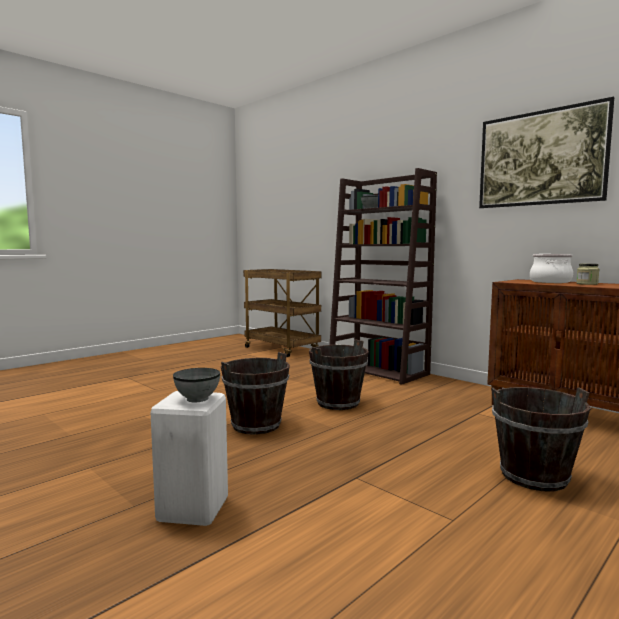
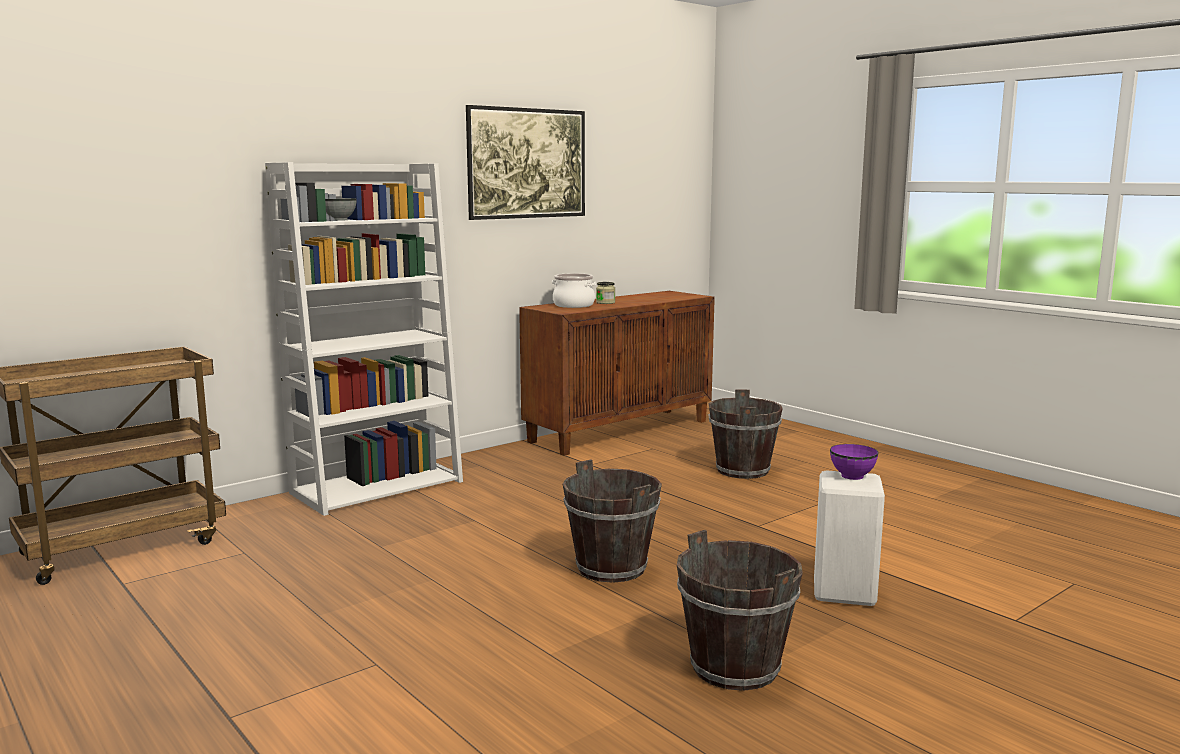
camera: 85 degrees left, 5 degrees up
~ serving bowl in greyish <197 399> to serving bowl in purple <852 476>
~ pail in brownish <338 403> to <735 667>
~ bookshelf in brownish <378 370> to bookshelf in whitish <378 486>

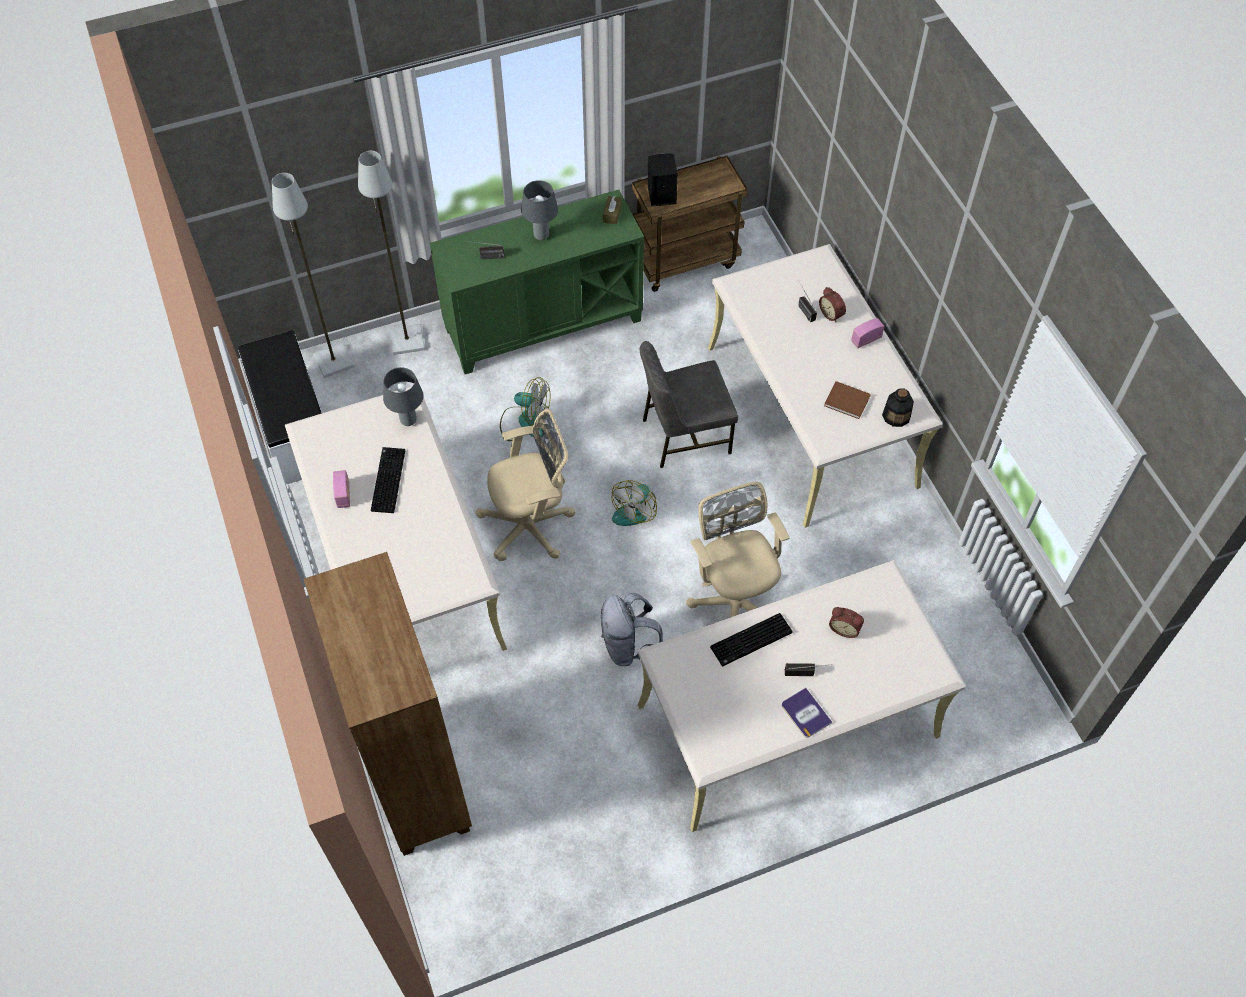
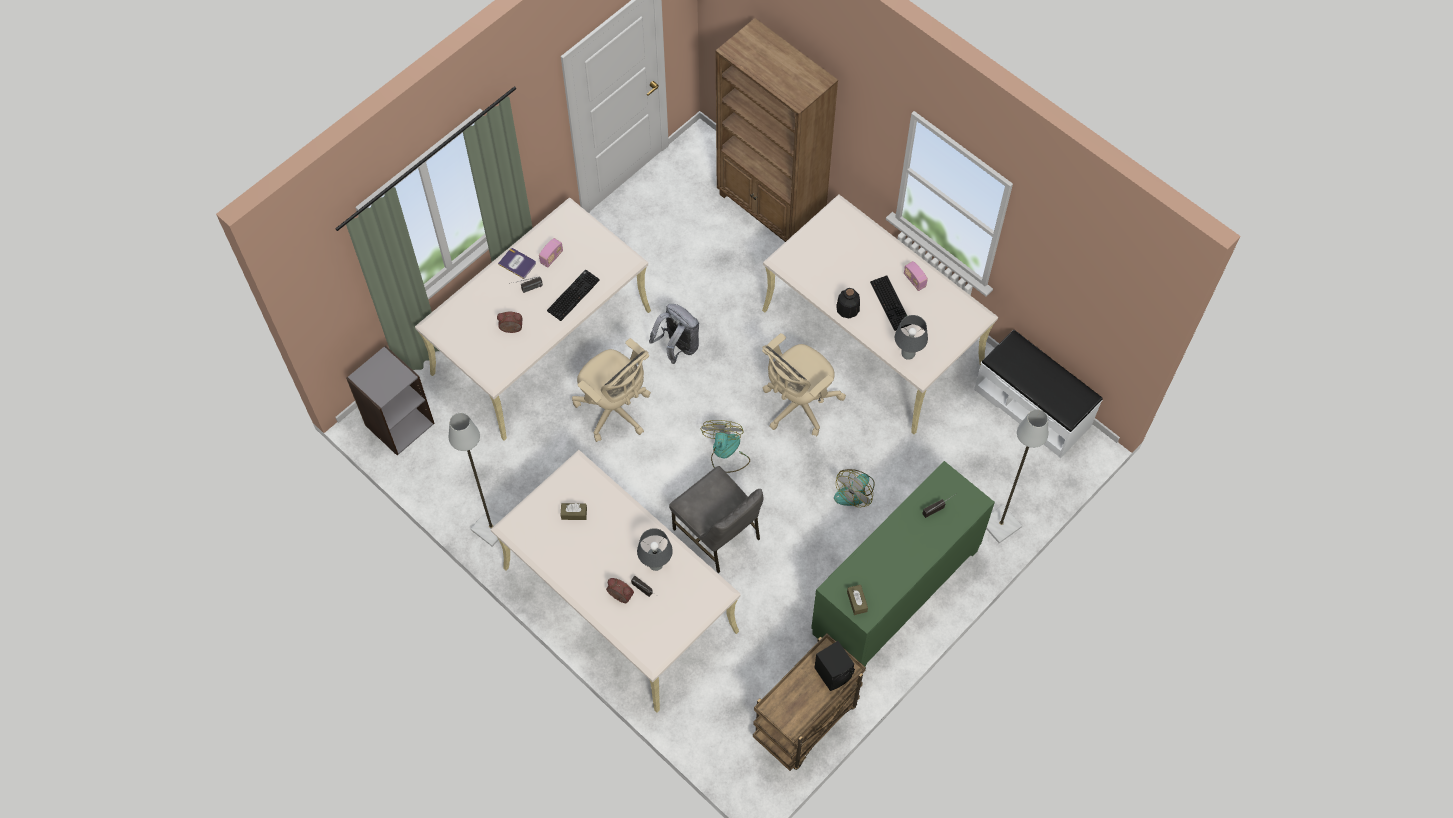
camera: 155 degrees right, 5 degrees up
~ standing lamp in greyish <333 362> to <491 527>
~ electric fan <525 421> = <854 491> 45 degrees counterclockwise
~ table lamp in greyish <541 236> to <656 564>
~ plain chair in greyish <684 435> = <718 534> 90 degrees clockwise
~ book in brownish <848 401> to box of tissues in brownish <574 513>
~ radio set <866 339> to <551 257>
~ beverage bottle <896 416> to <847 309>
+ bookshelf in greyish <399 424>

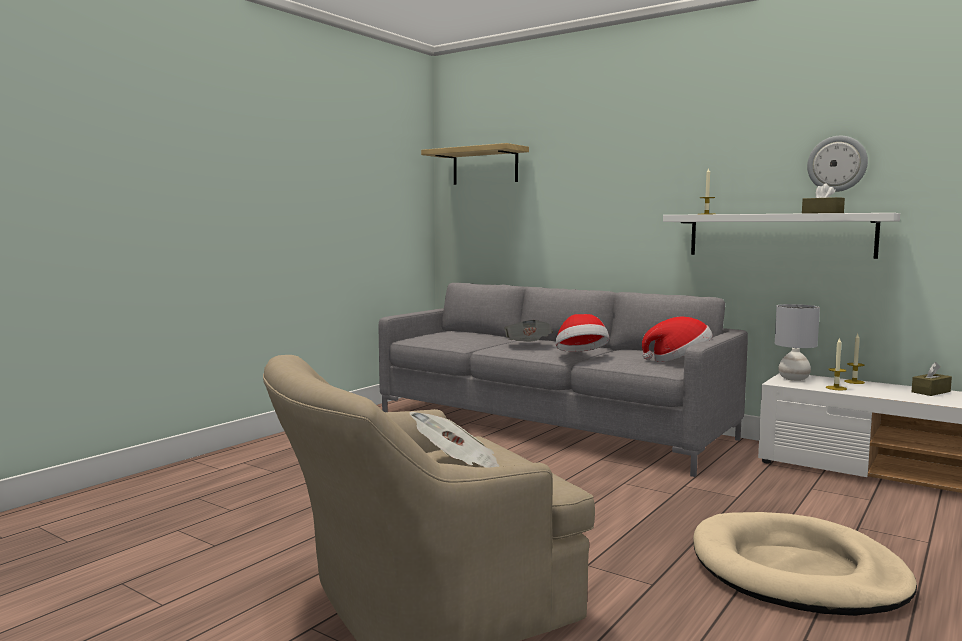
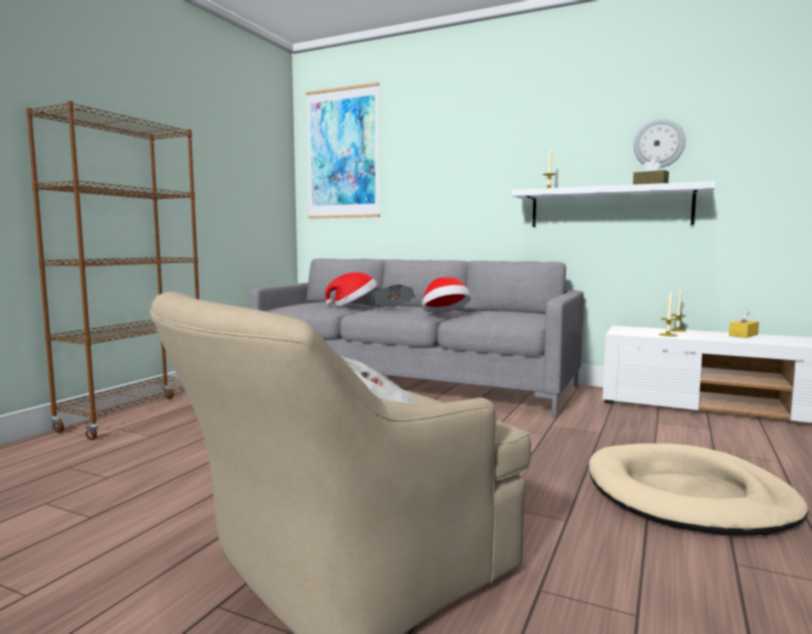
camera: 10 degrees left, 0 degrees up
~ shelf <485 166> to wall picture <343 153>
~ hat <678 360> to <353 305>
- table lamp in greyish <793 379>
~ box of tissues in brownish <931 392> to box of tissues in yellow <743 335>
+ bookshelf in brownish <135 416>

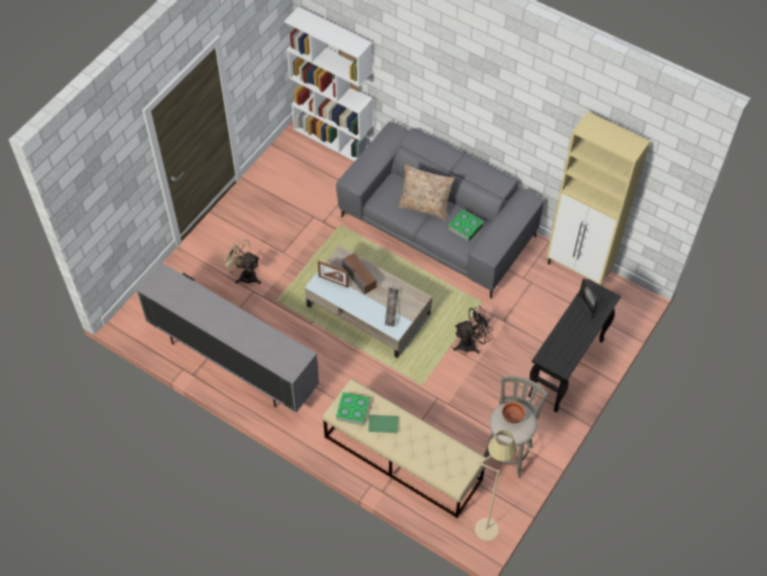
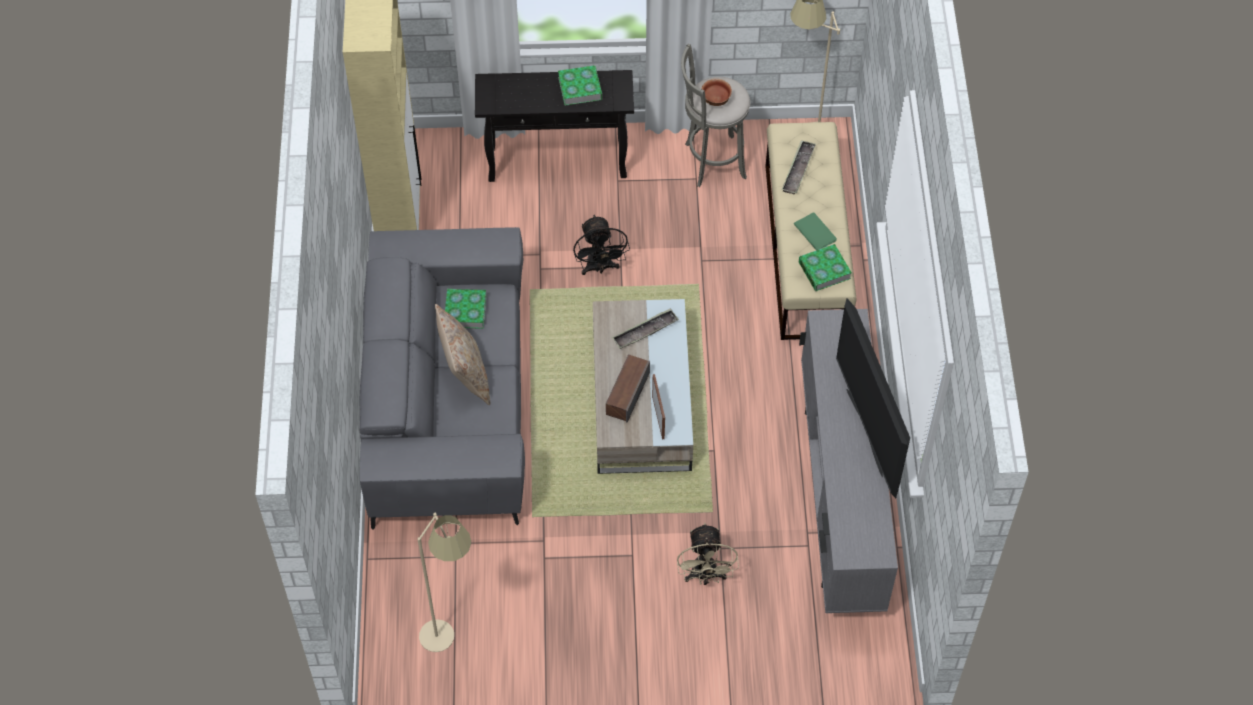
camera: 125 degrees left, 0 degrees up
- bookshelf in whitish <333 139>
~ electric fan in black-coloured <471 343> = <599 268> 135 degrees counterclockwise
- photo frame <585 307>
+ standing lamp in beige <452 638>
+ book <580 88>
+ carrying tray <798 170>
+ TV <866 432>

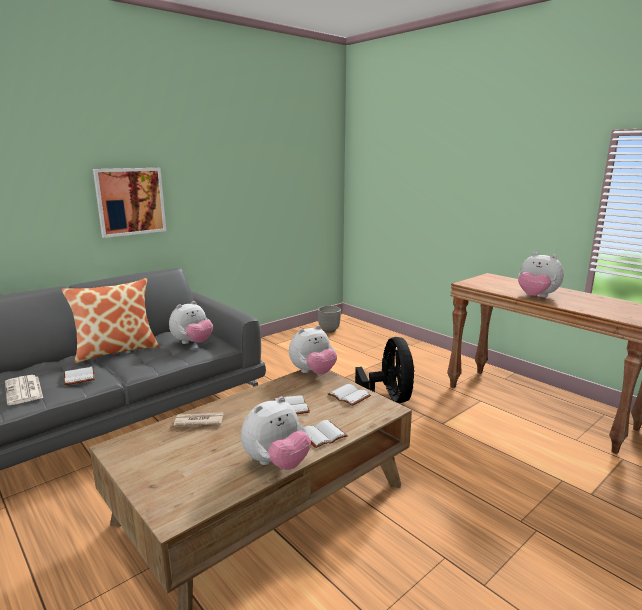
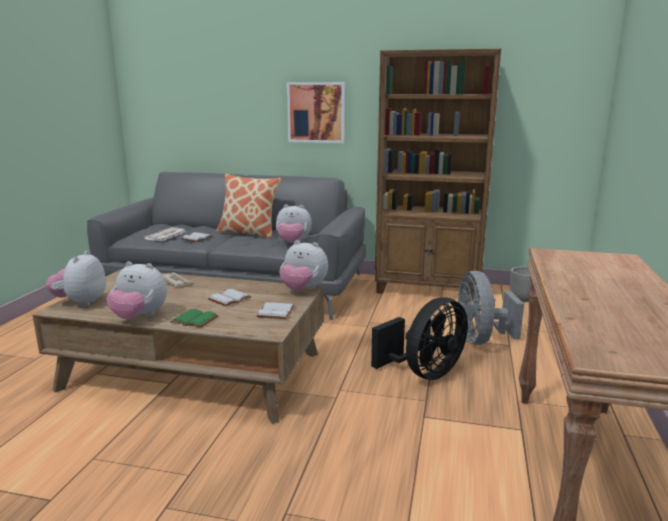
camera: 55 degrees right, 0 degrees up
~ book in whitish <322 434> to book in green <196 320>
~ soft toy <536 297> to <81 303>
+ bookshelf in brownish <428 289>
+ electric fan in greyish <481 339>

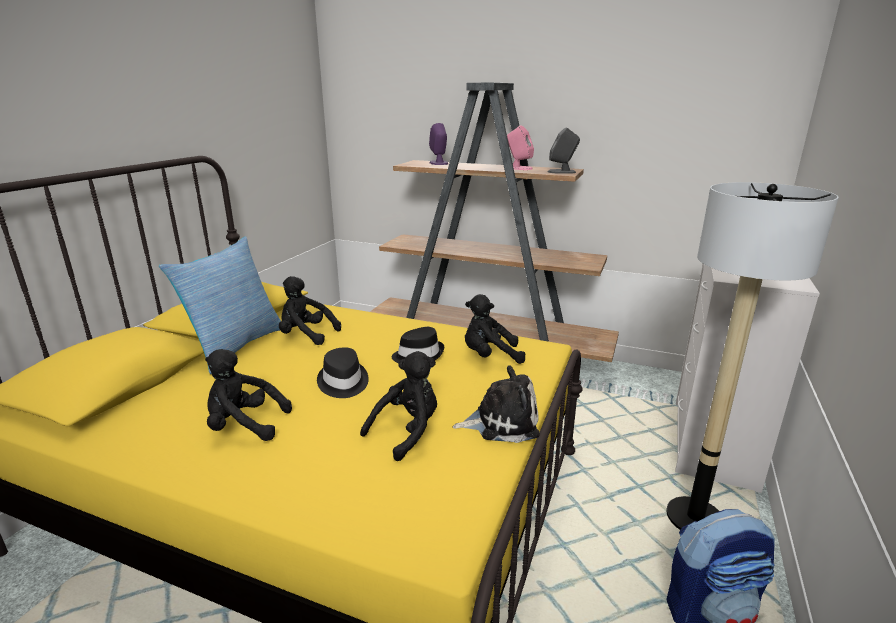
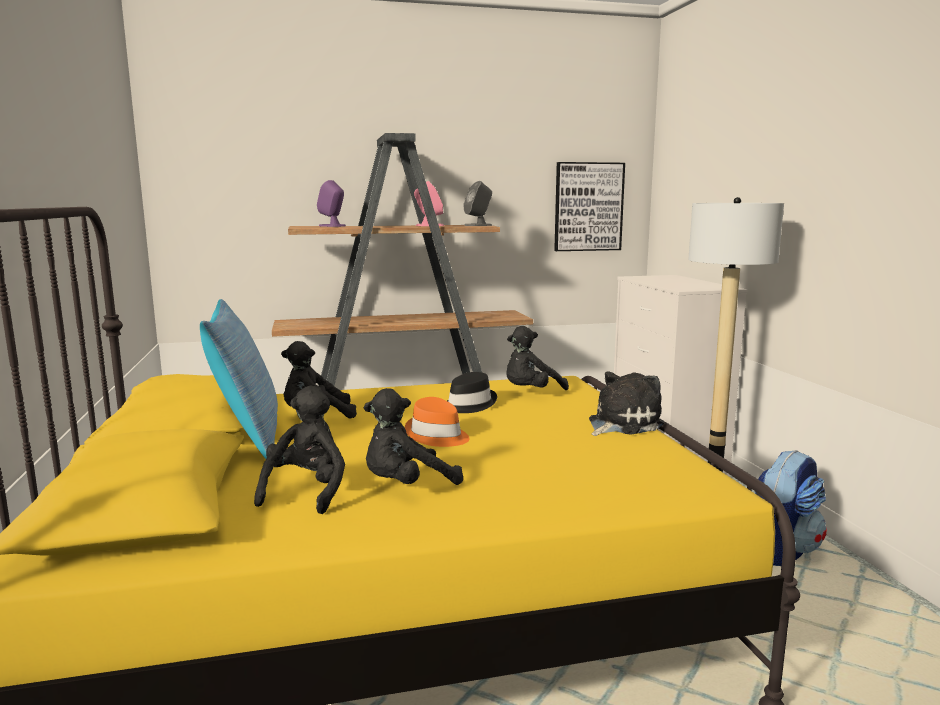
camera: 35 degrees left, 10 degrees down
~ hat in black-coloured <342 382> to hat in orange-coloured <437 436>
~ soft toy in black-coloured <407 432> to <306 491>
+ wall picture <588 207>

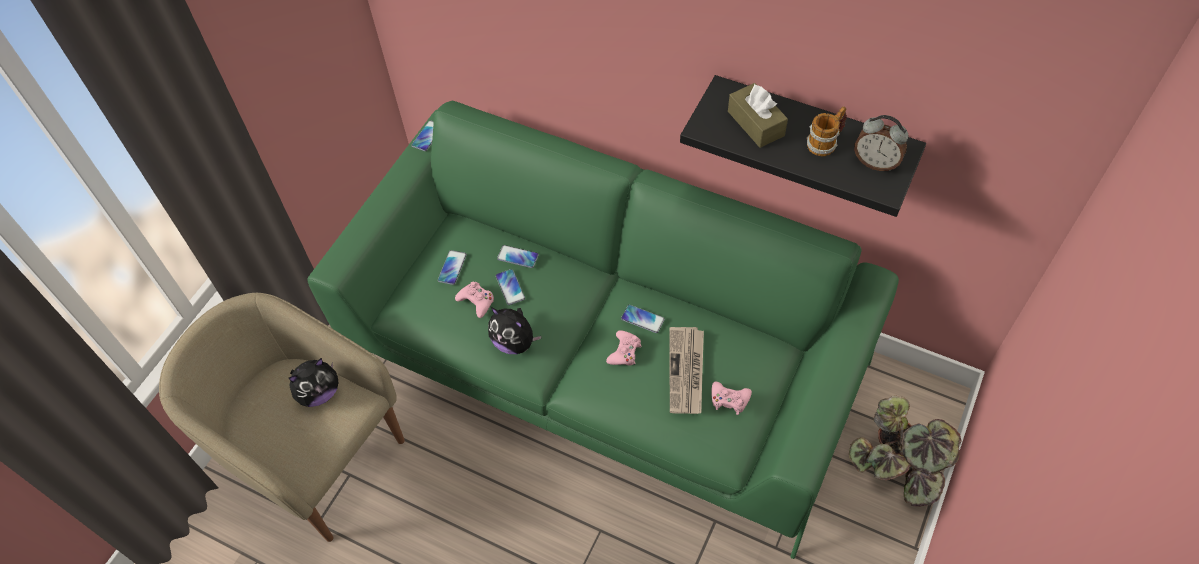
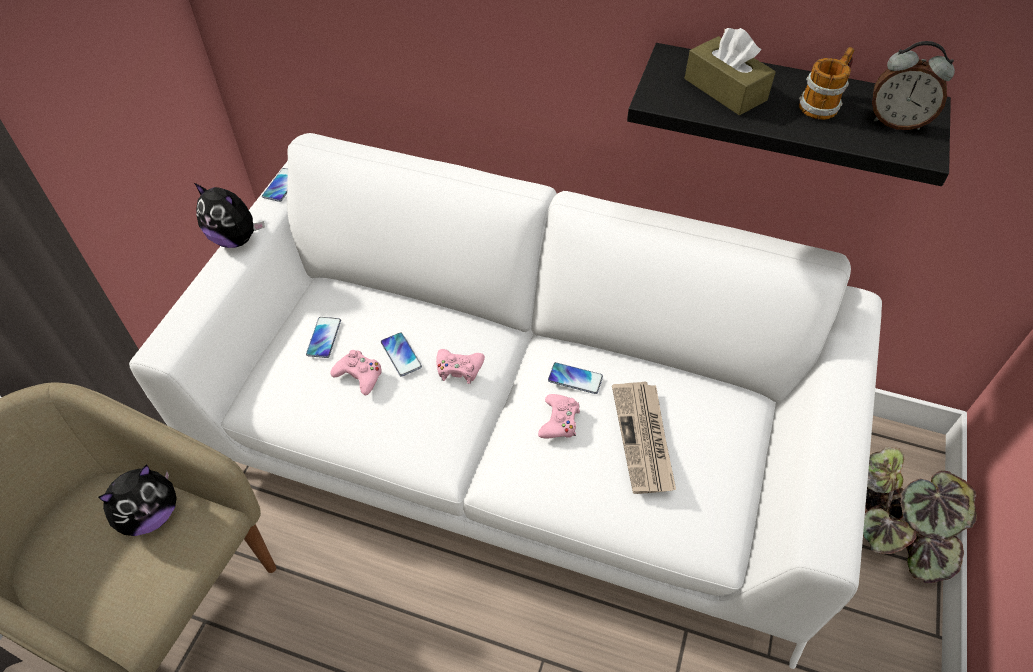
camera: 10 degrees left, 5 degrees down
~ couch in green <604 359> to couch in whitish <517 441>
~ soft toy <514 342> to <236 239>
- handset <518 257>
~ gamepad in pink-coloured <729 400> to <459 369>

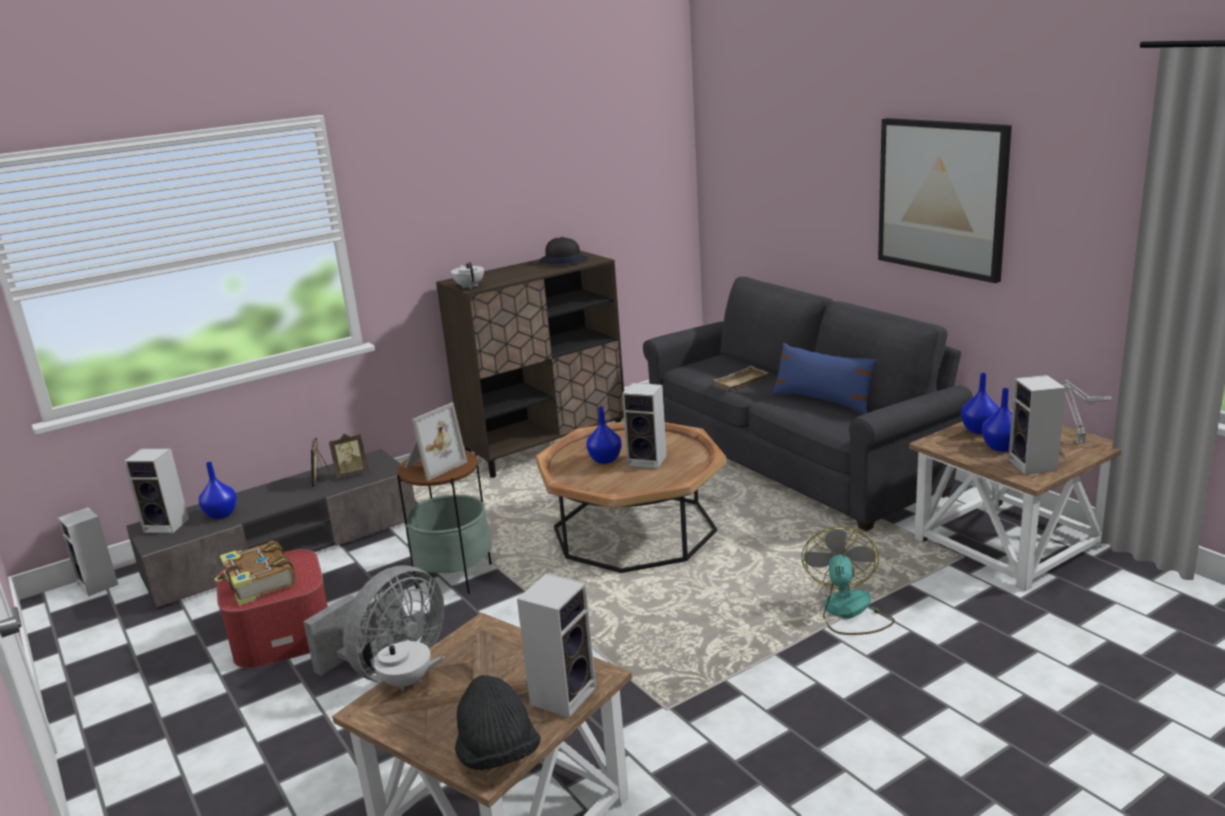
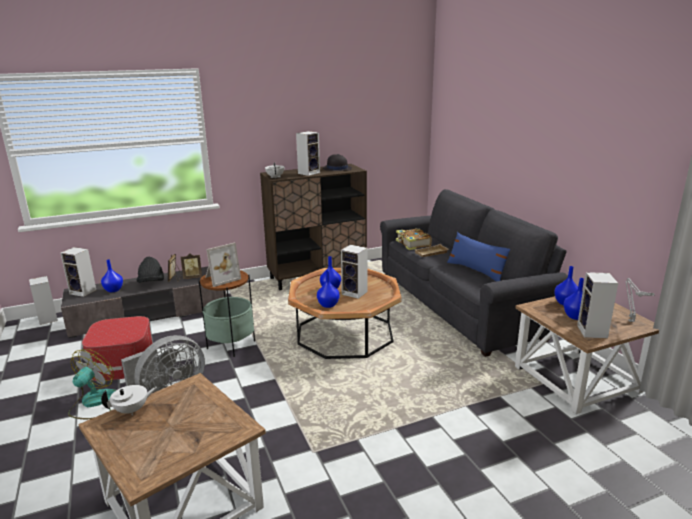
camera: 10 degrees right, 0 degrees up
~ book <259 583> to <412 244>
~ pot for tea in whitish <407 682> = <132 410> 45 degrees counterclockwise
~ hat in black-coloured <498 755> to <151 283>
~ loudspeaker <563 694> to <309 173>
~ electric fan <848 612> to <93 403>
- wall picture <942 197>
+ vase in bluish <327 305>

